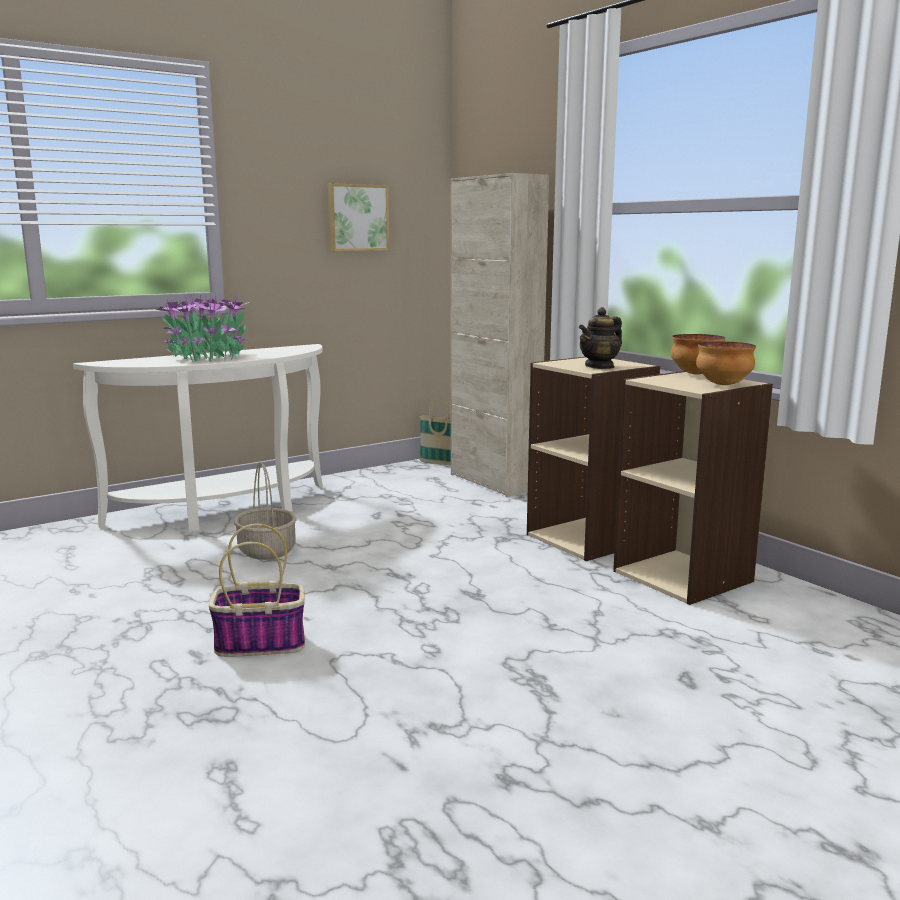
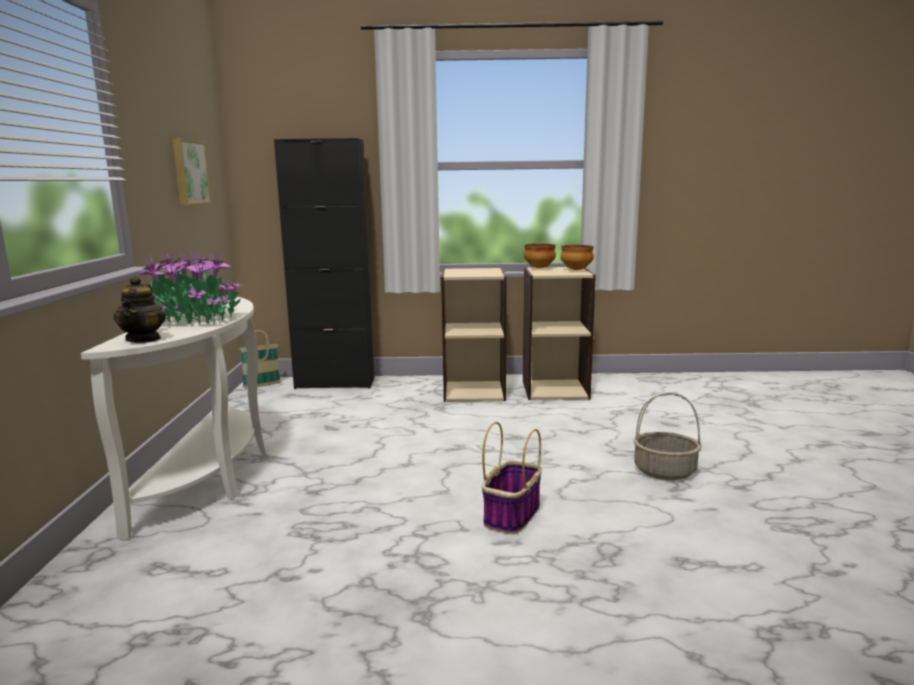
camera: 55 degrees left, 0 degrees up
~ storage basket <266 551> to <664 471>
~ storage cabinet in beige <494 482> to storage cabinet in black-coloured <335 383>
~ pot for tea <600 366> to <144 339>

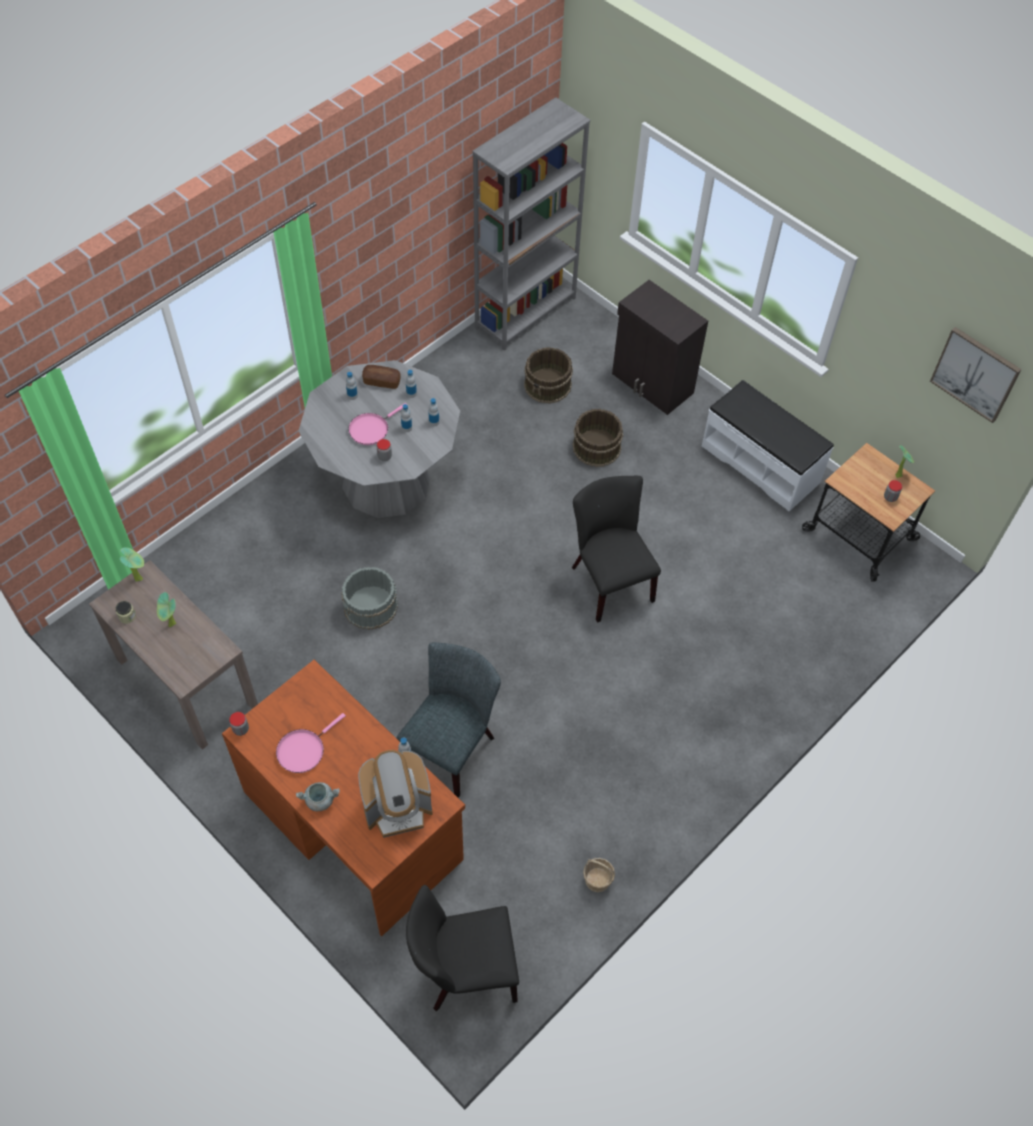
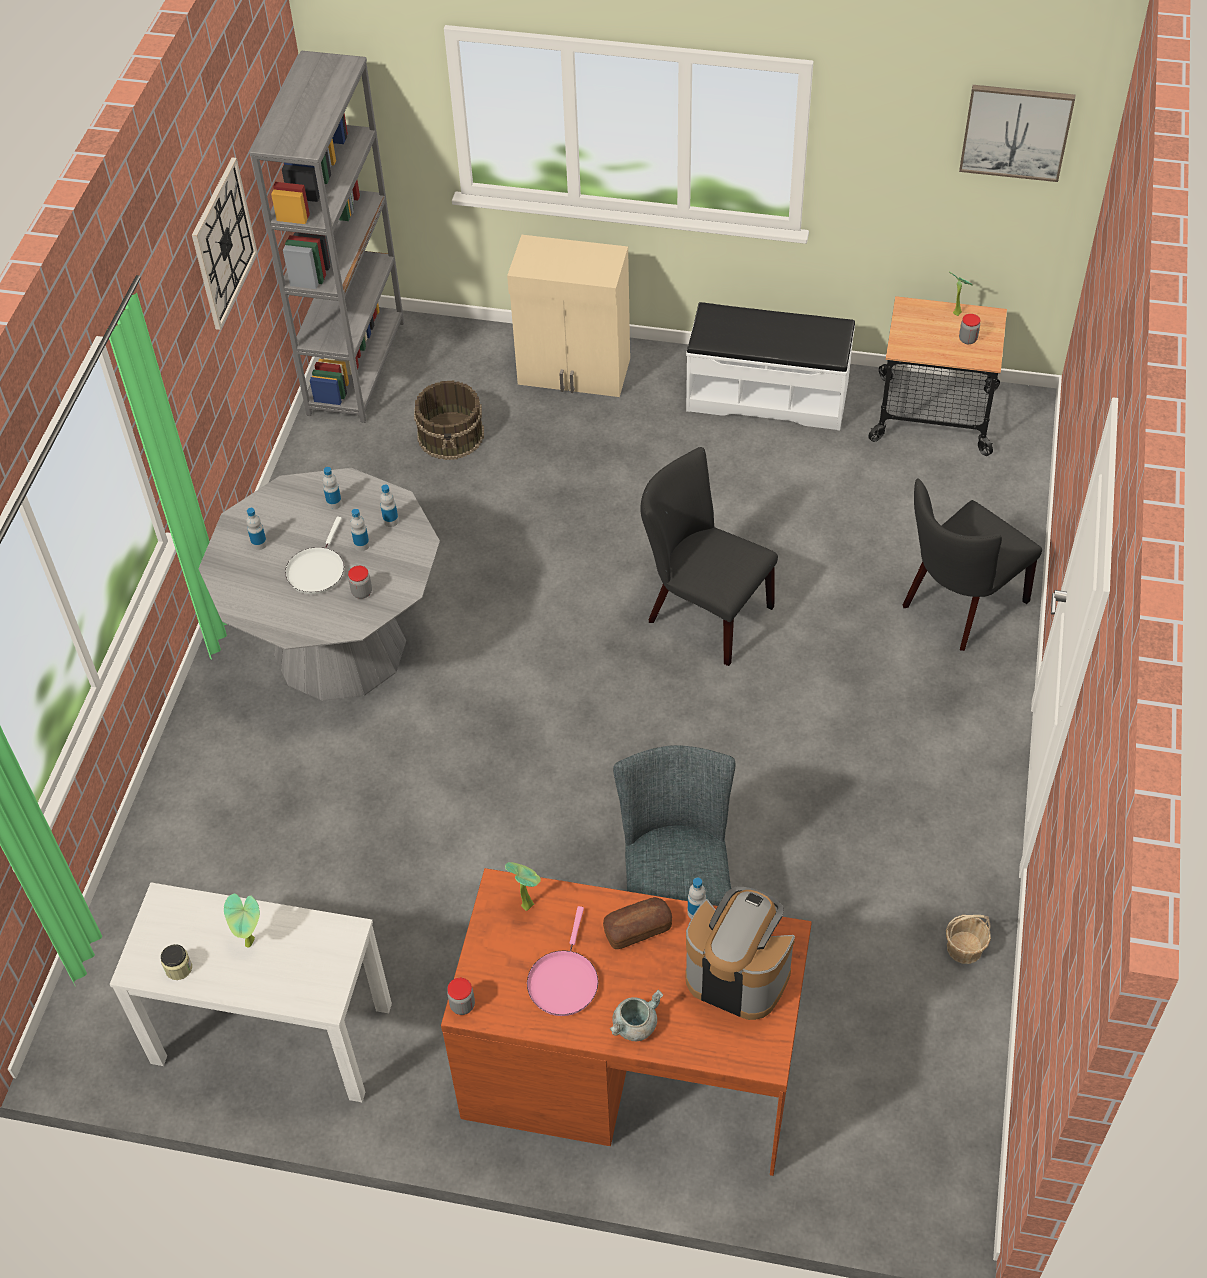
camera: 30 degrees left, 5 degrees down
~ hall table in brownish <186 681> to hall table in whitish <271 1033>
~ houseplant <139 577> to <527 903>
- pail in greyish <371 607>
~ pan in pink-coloured <371 429> to pan in whitish <317 570>
~ coffee machine <398 808> = <737 974> 105 degrees counterclockwise
~ bakery bread <381 381> to <637 929>
~ plain chair in black-coloured <464 972> to <958 607>
- pail in brownish <596 447>
~ storage cabinet in black-coloured <652 384> to storage cabinet in beige <574 373>
+ clock on the wall <223 243>

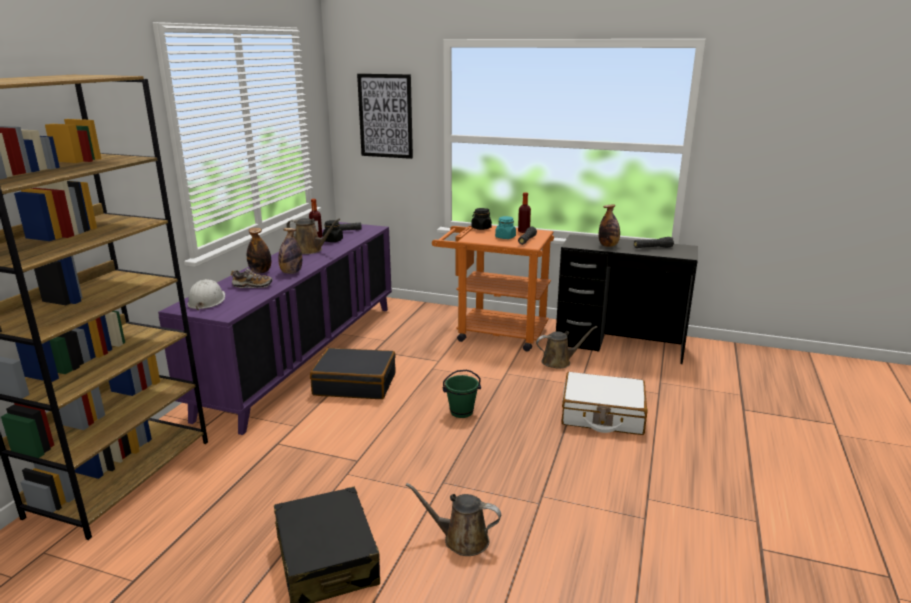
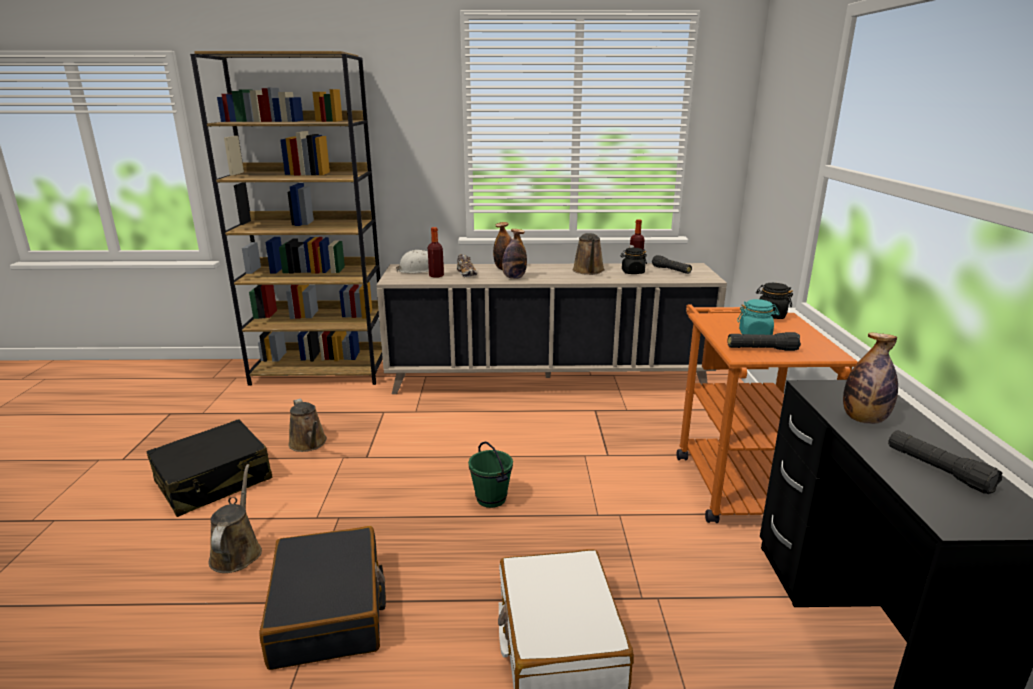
camera: 70 degrees right, 0 degrees up
~ storage cabinet in purple <304 357> to storage cabinet in beige <547 379>
~ travel case in black-coloured <355 384> to <329 610>
- wall picture <385 116>
~ beverage bottle <523 231> to <436 275>
~ watering pot in brownish <559 361> to <309 444>

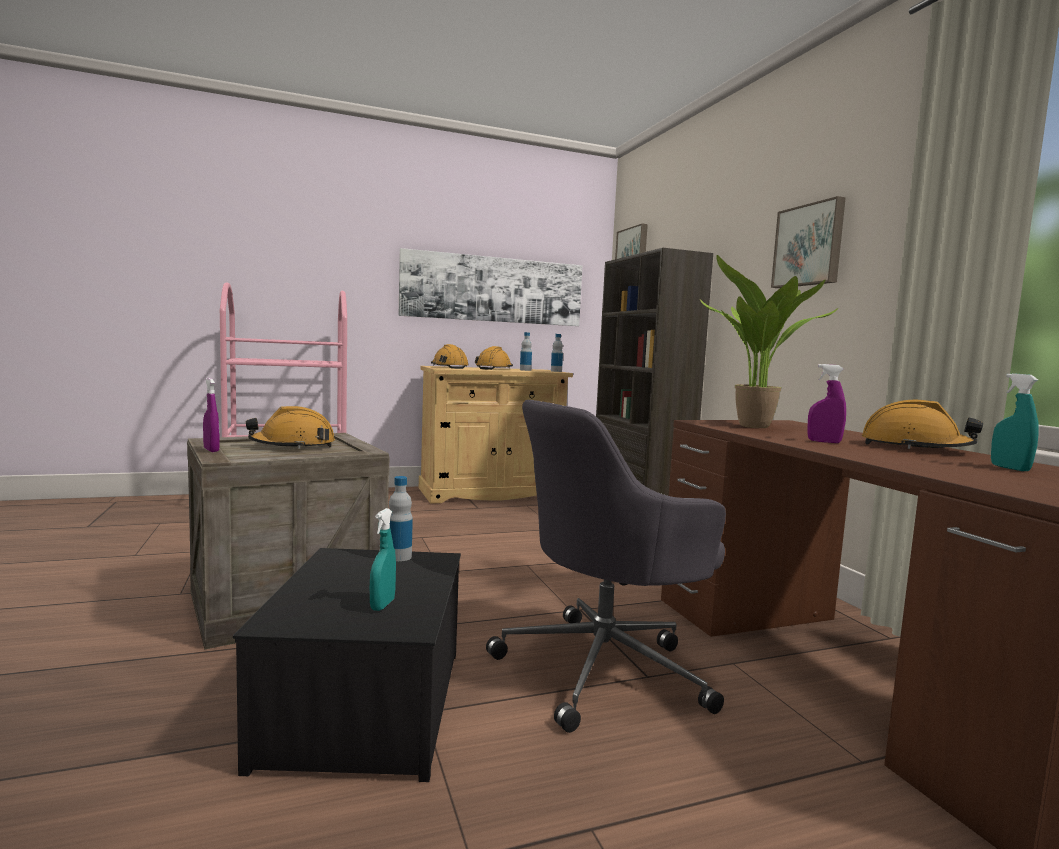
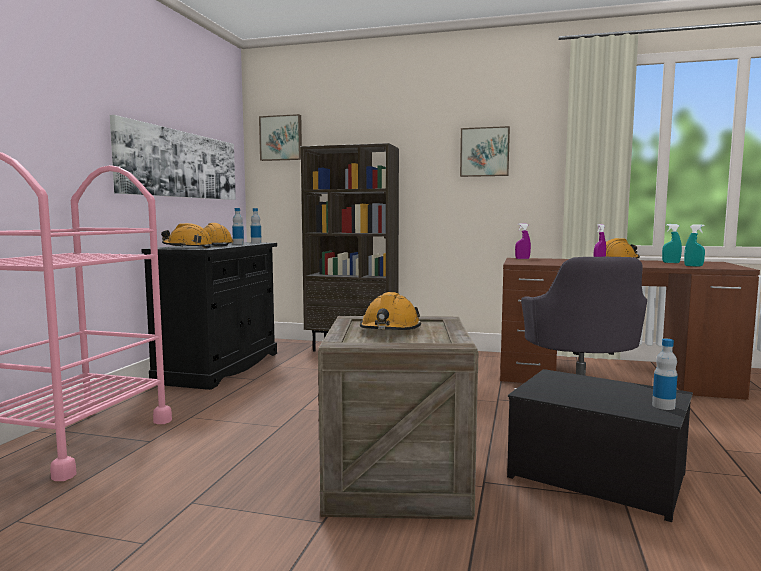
camera: 55 degrees left, 0 degrees up
~ sprayer in purple <211 450> to <522 259>
~ sprayer in turquoise-coloured <382 605> to <693 266>
~ beverage bottle <399 557> to <663 406>
~ storage cabinet in beige <490 493> to storage cabinet in black-coloured <220 367>
- houseplant <756 427>

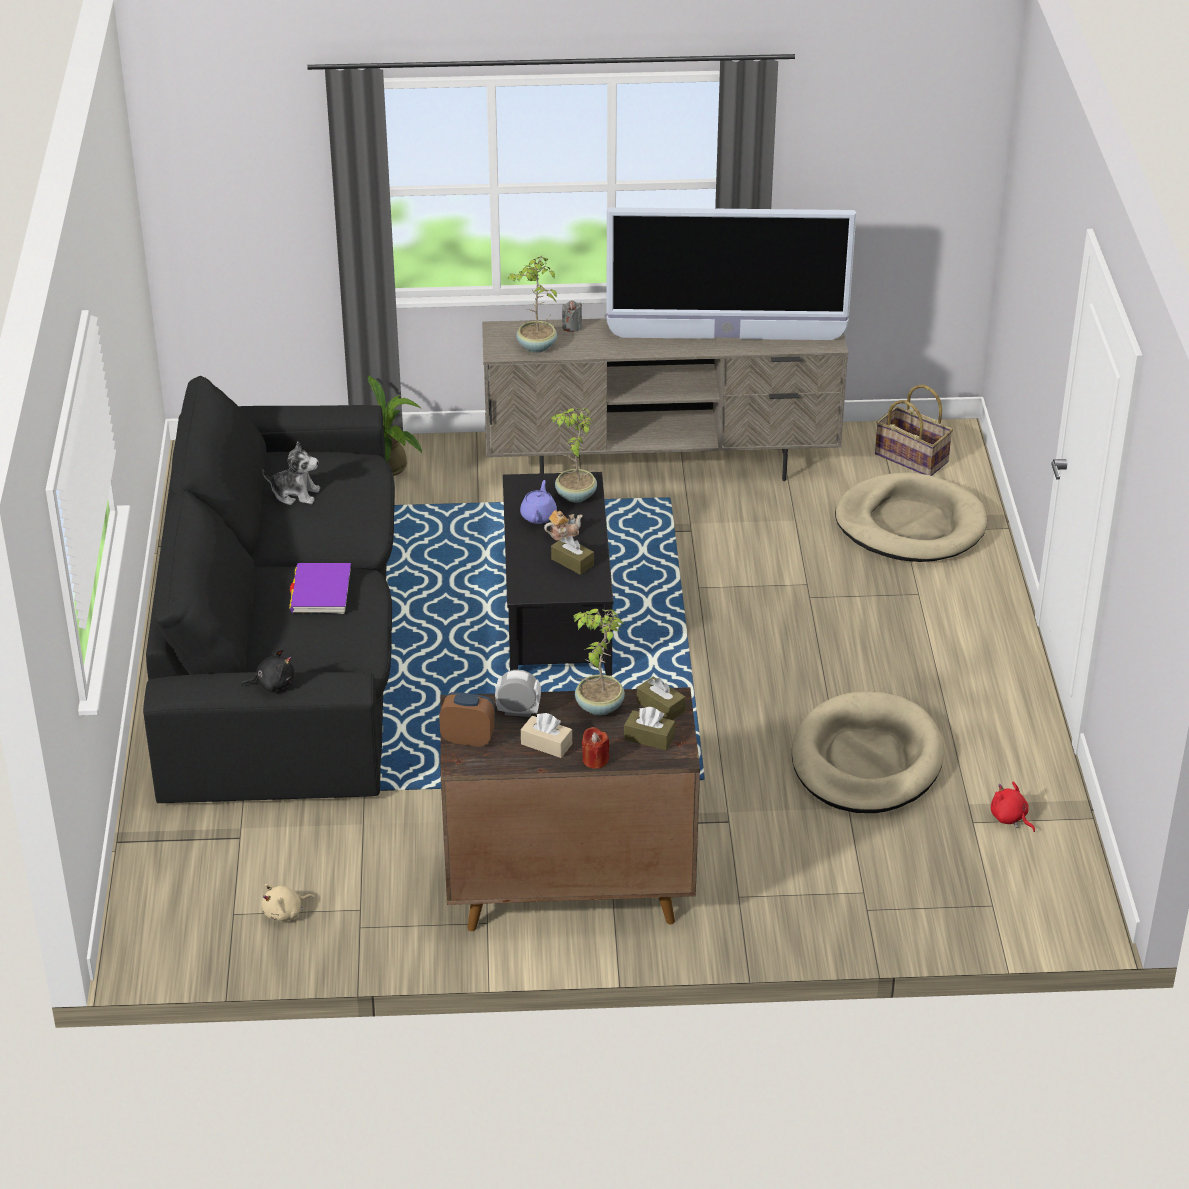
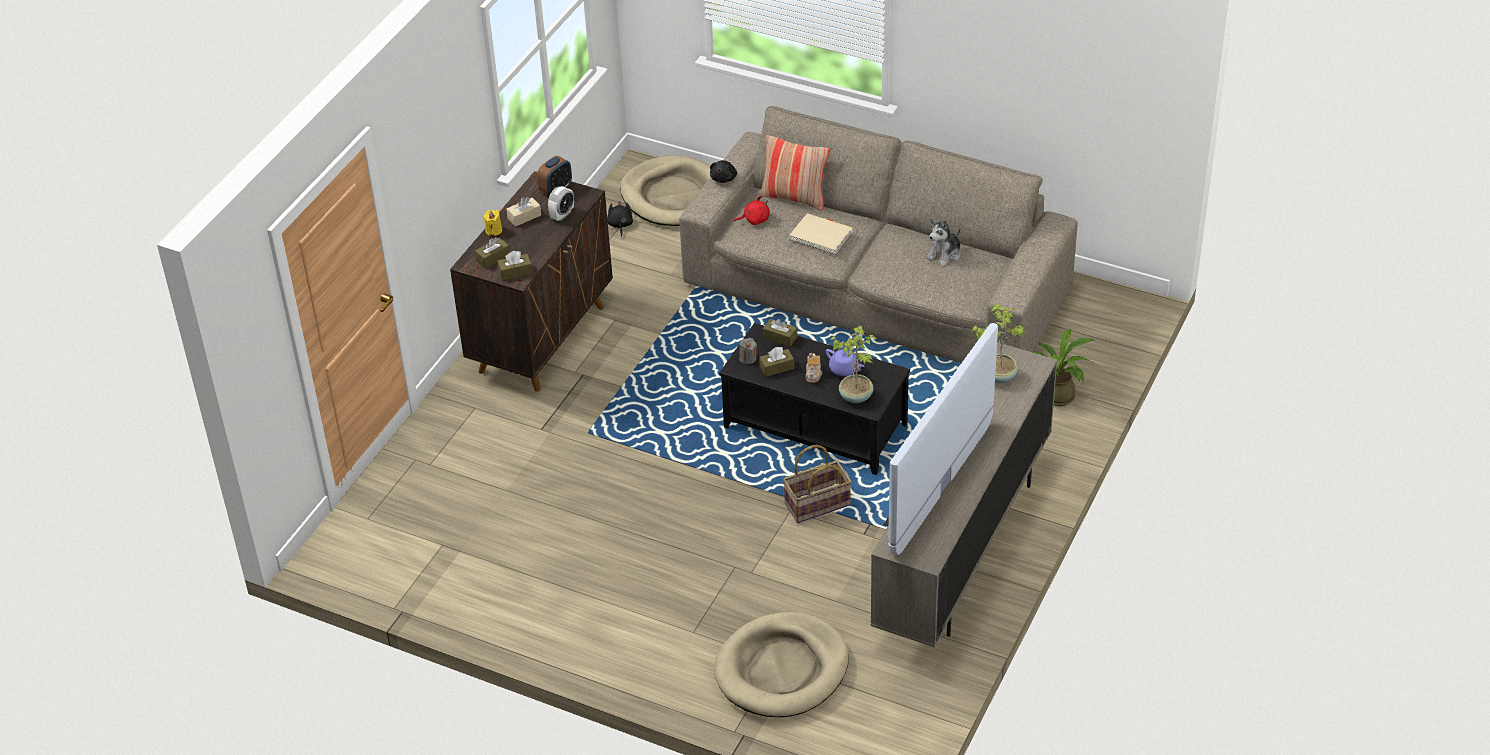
camera: 120 degrees right, 5 degrees up
~ couch in black-coloured <285 641> to couch in beige <875 289>
~ soft toy in beige <285 912> to soft toy in black-coloured <620 225>
~ book in purple <321 591> to book in beige <821 236>
~ candle in greyish <572 327> to <748 358>
- houseplant <598 706>
~ candle in reddish <595 760> to candle in yellow <493 230>
~ pet bed in beige <866 760> to <674 196>
~ storage basket <912 457> to <817 505>
~ soft toy in reddish <1010 818> to <754 219>
+ cushion <794 197>
+ box of tissues in brownish <780 337>

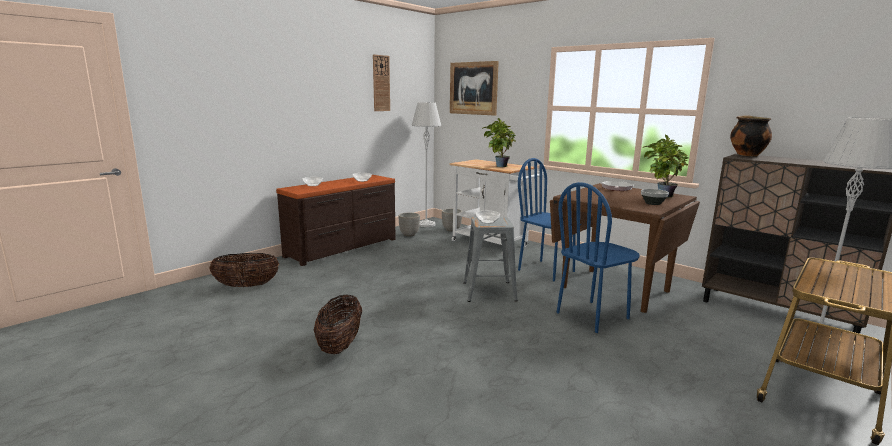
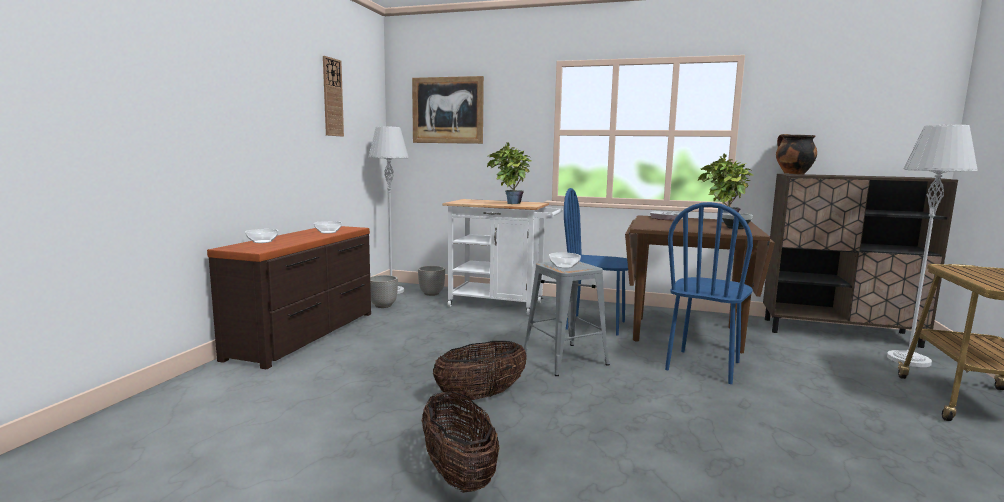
camera: 25 degrees left, 5 degrees down
~ storage basket <246 286> to <481 396>

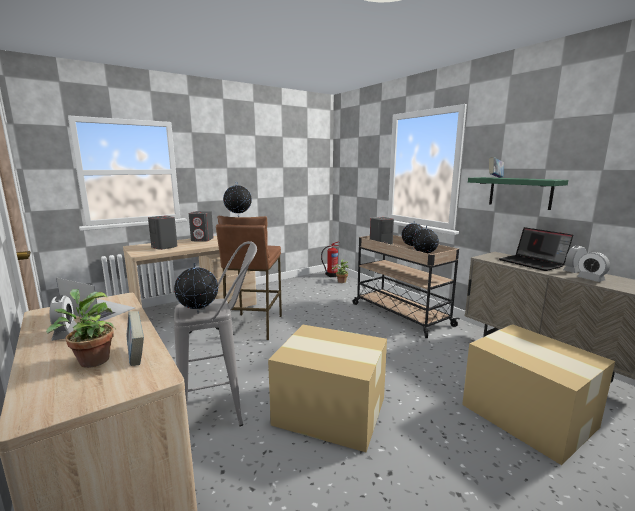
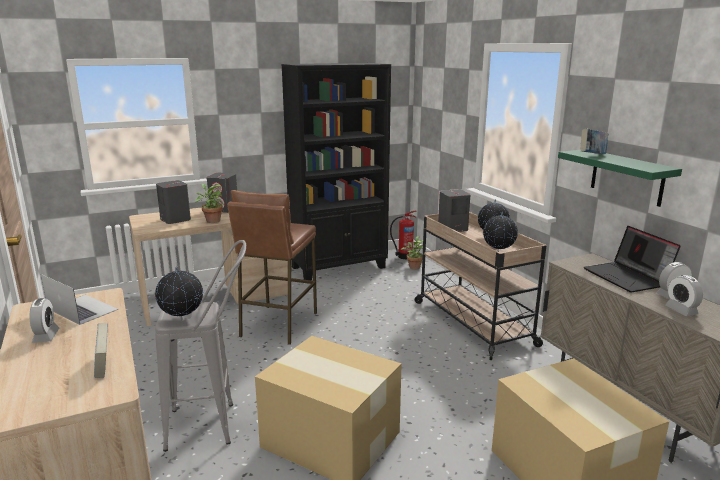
camera: 10 degrees right, 5 degrees up
~ houseplant <92 360> to <212 220>
- globe <238 217>
+ bookshelf in black-coloured <339 267>

